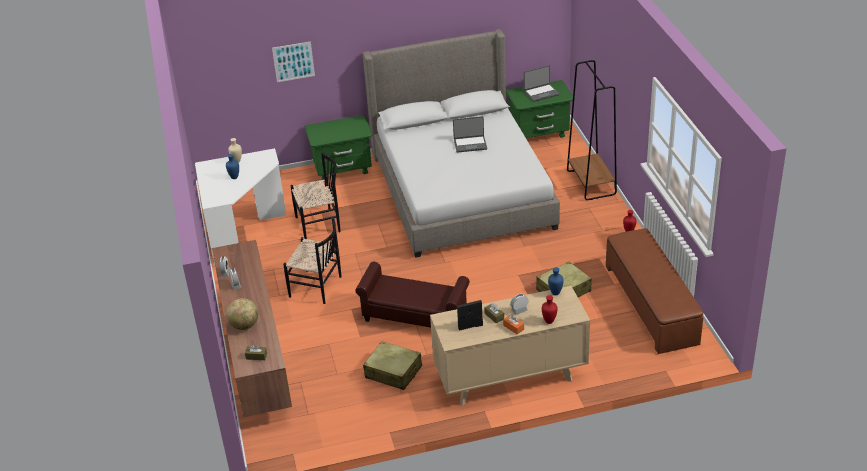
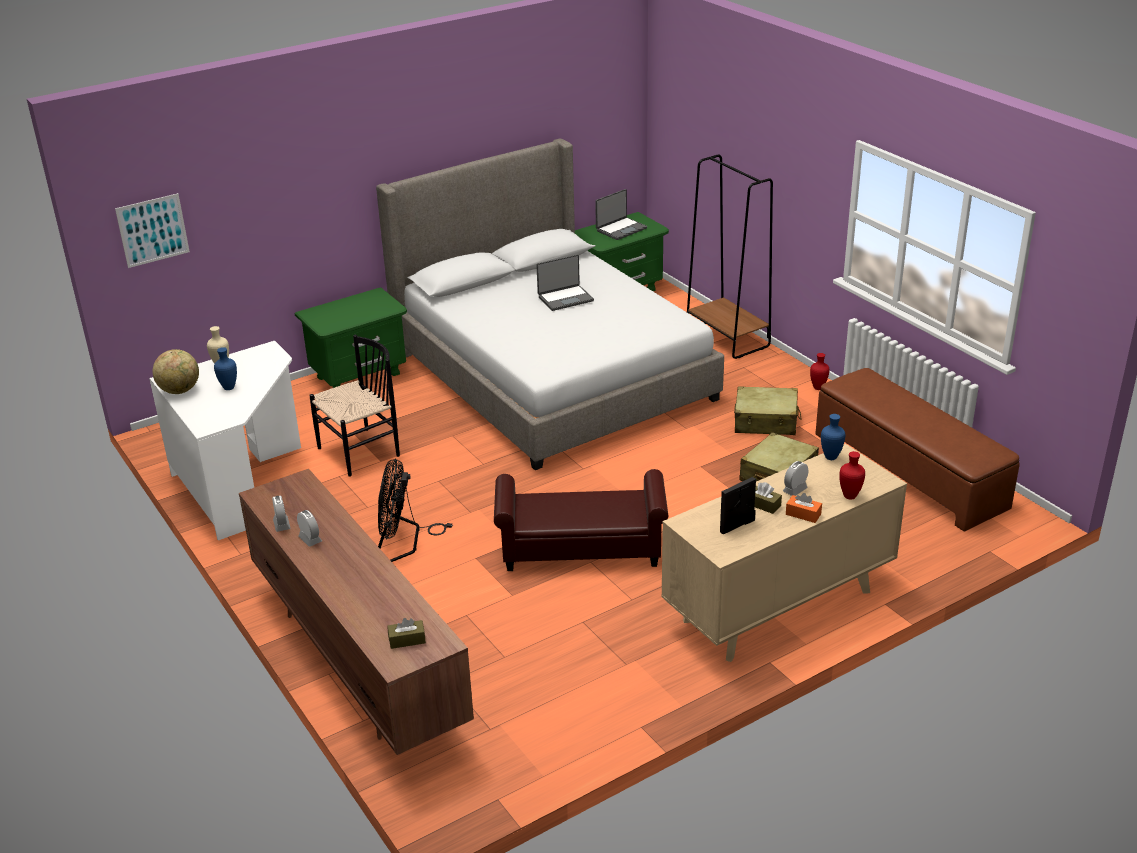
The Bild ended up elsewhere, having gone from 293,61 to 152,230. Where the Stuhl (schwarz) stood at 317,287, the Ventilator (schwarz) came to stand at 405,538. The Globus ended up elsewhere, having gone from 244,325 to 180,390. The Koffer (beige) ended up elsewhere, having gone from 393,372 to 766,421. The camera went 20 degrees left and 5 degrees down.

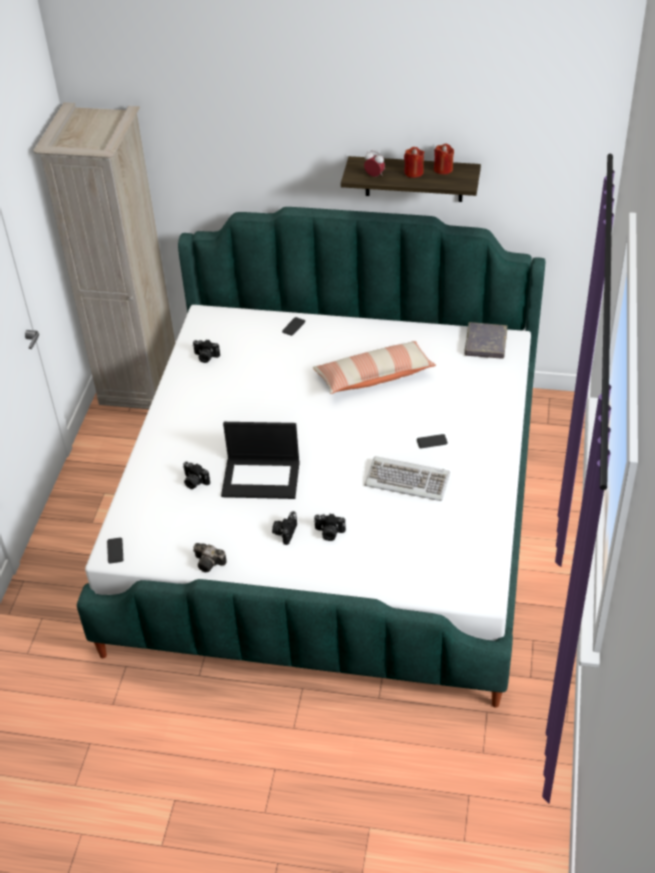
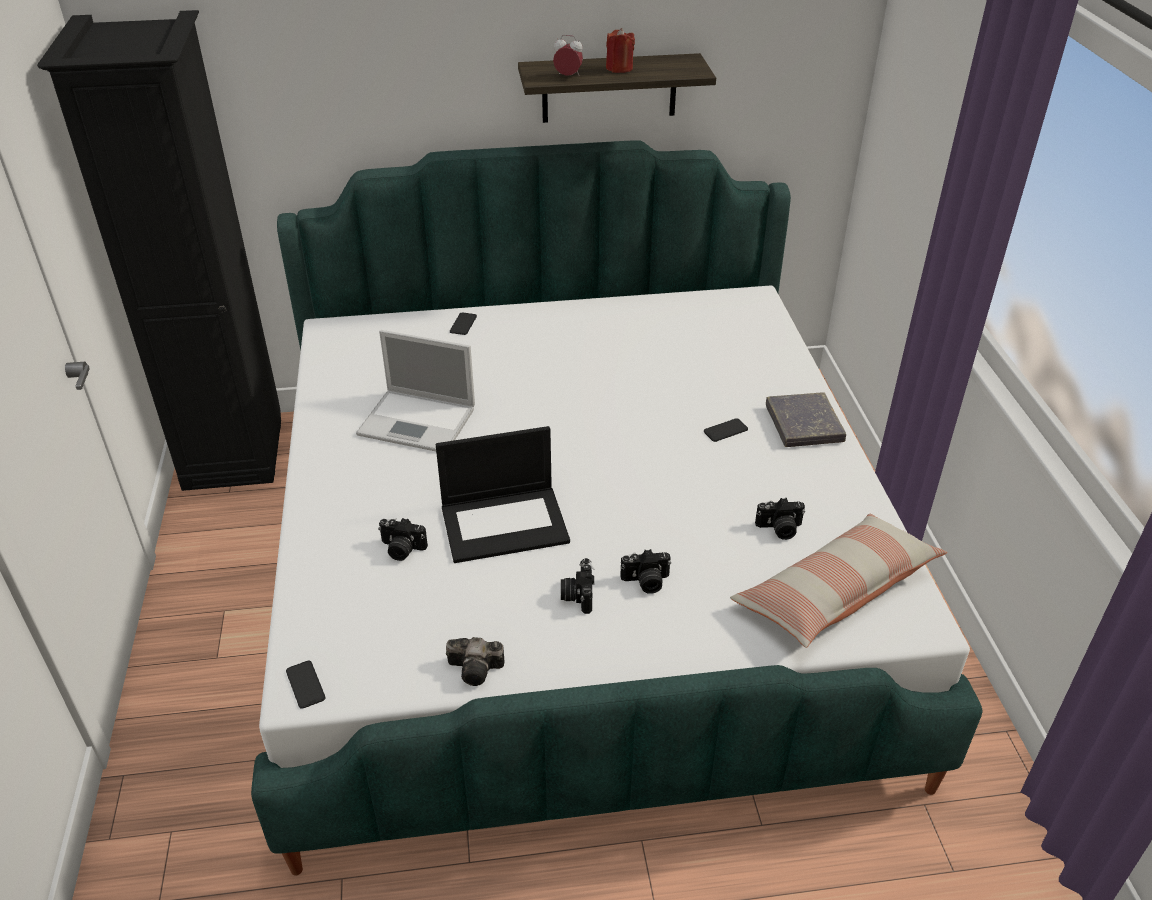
What was the Schrank (beige) at 139,383 turned into the Schrank (schwarz) at 235,452. The second view lost the Kerze (rot) at 443,169. The Buch (grau) ended up elsewhere, having gone from 485,343 to 803,424. The Kamera ended up elsewhere, having gone from 205,357 to 779,529. The Kissen ended up elsewhere, having gone from 374,376 to 836,592. The second view lost the Tastatur at 407,480. The second view gained the Laptop at 419,421. The camera went 20 degrees left and 5 degrees down.

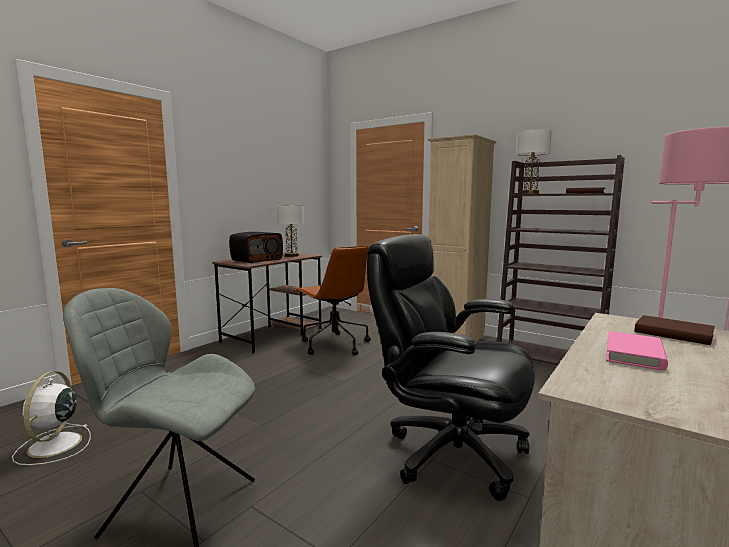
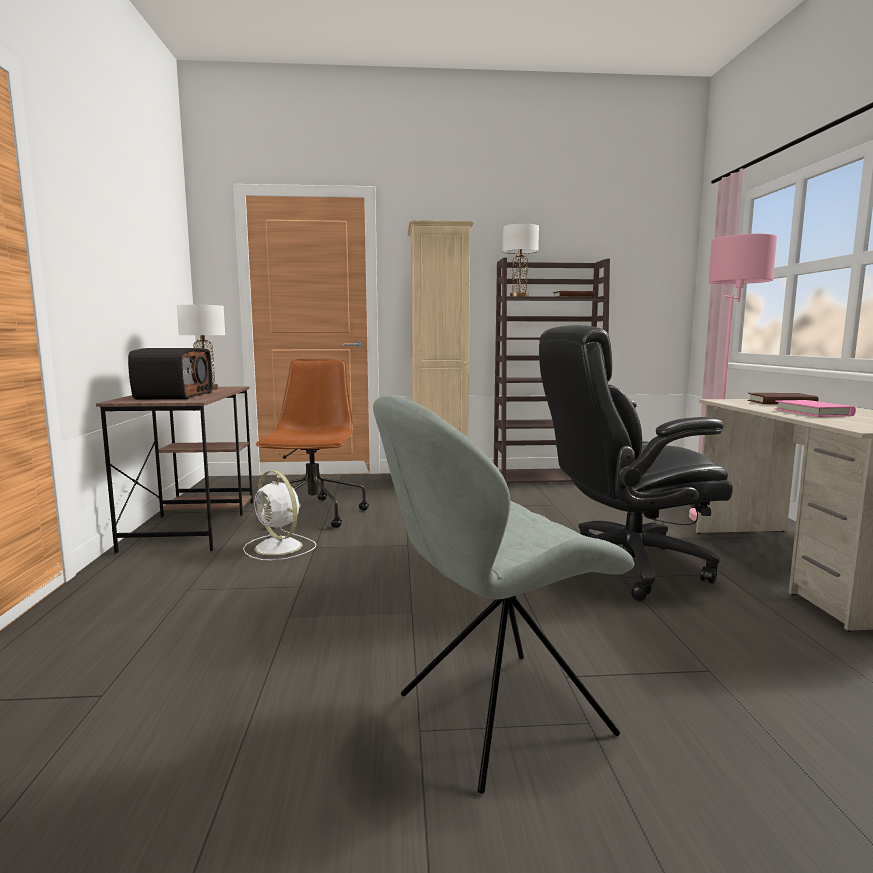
The Bürostuhl (braun) at 334,345 ended up facing another way, 105 degrees counterclockwise from before. The Ventilator (weiß) ended up elsewhere, having gone from 54,446 to 279,548. The camera went 40 degrees left and 0 degrees up.

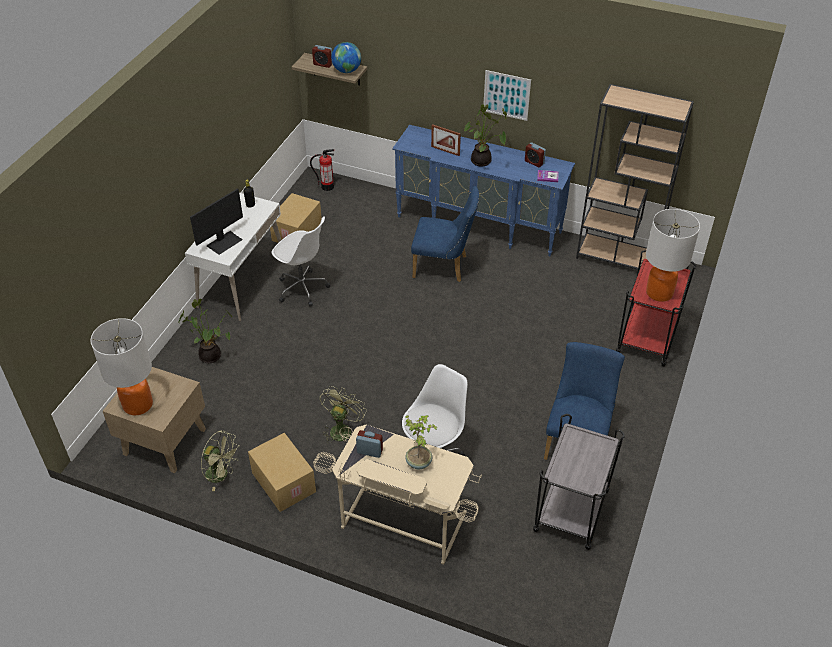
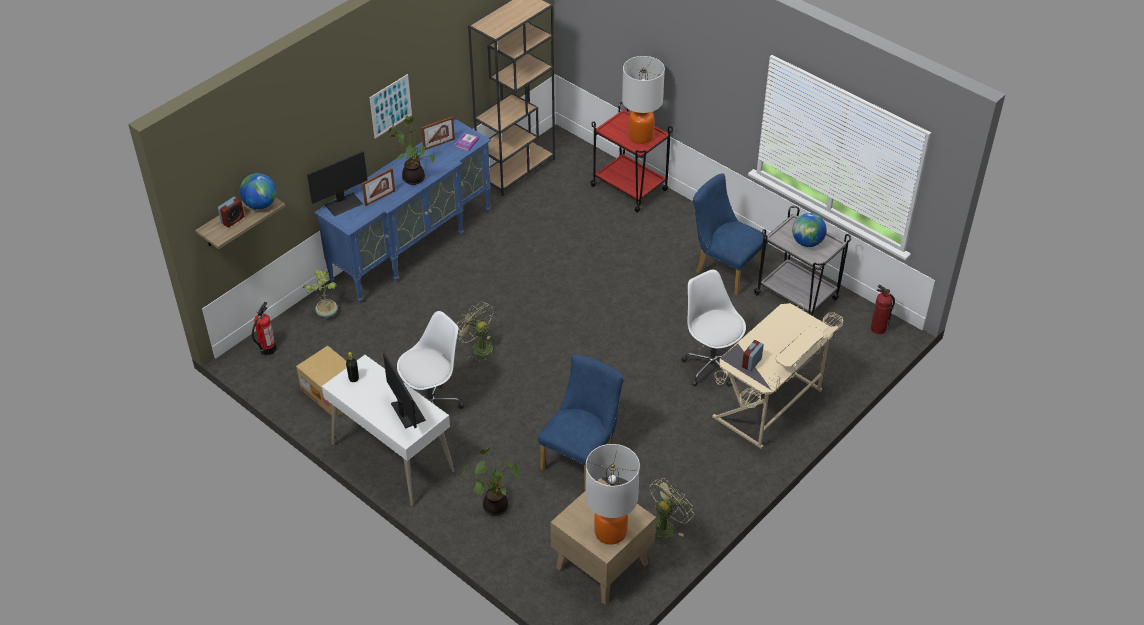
Where the Wecker stood at 534,162, the Bilderrahmen came to stand at 439,144. The Stuhl (blau) ended up elsewhere, having gone from 444,267 to 581,456. The Ventilator (grün) ended up elsewhere, having gone from 342,428 to 478,347. The Topfpflanze ended up elsewhere, having gone from 419,462 to 327,313. The second view lost the Karton at 282,482. The second view gained the Monitor at 343,204. The second view gained the Globus at 807,242. The second view gained the Feuerlöscher at 878,328. The camera went 70 degrees left and 0 degrees up.

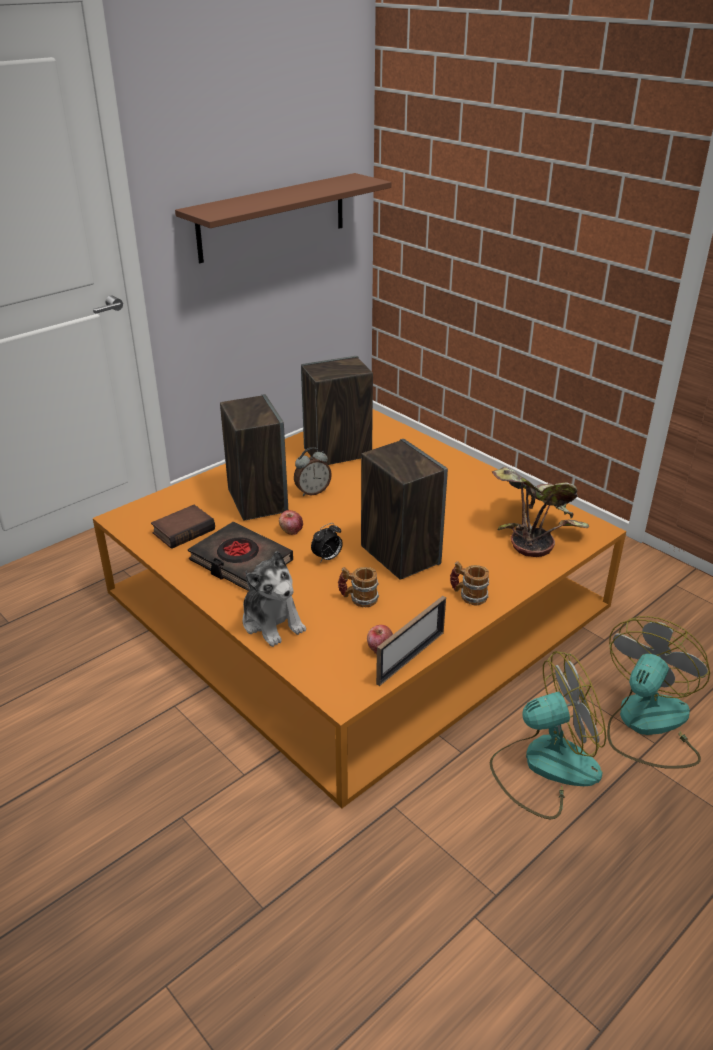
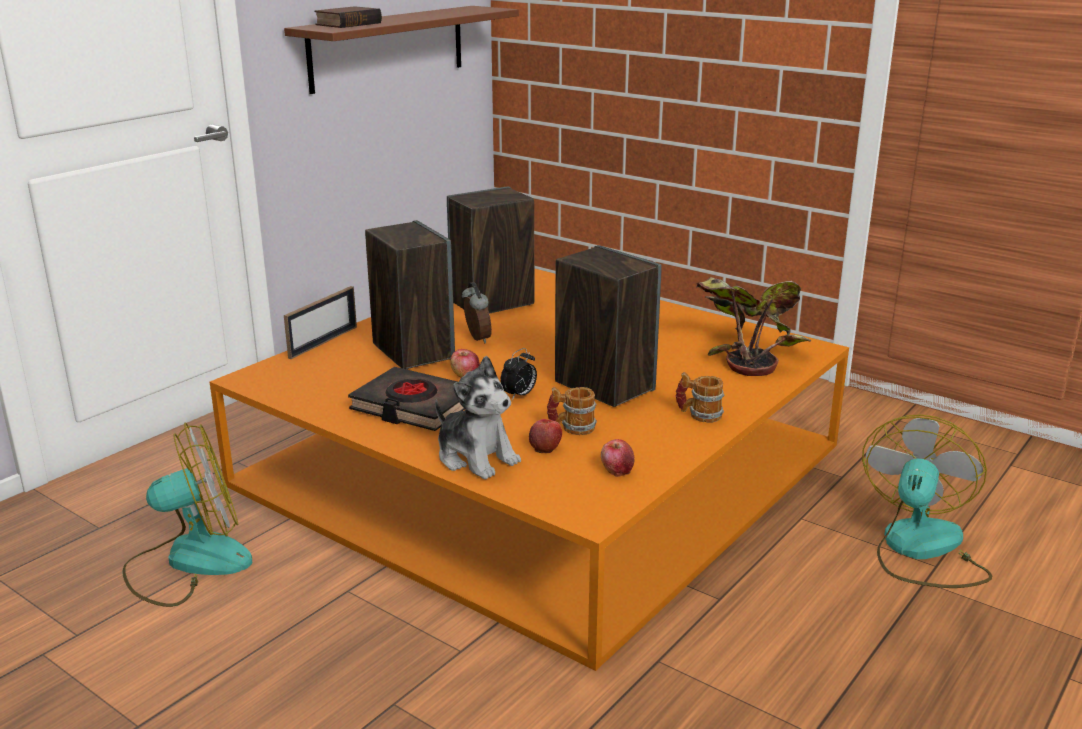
The Wecker at 312,491 ended up facing another way, 75 degrees counterclockwise from before. The Buch ended up elsewhere, having gone from 183,530 to 348,24. The Bilderrahmen ended up elsewhere, having gone from 411,657 to 323,342. The Ventilator ended up elsewhere, having gone from 544,766 to 188,562. The second view gained the Apfel at 545,447. The camera went 10 degrees left and 10 degrees down.

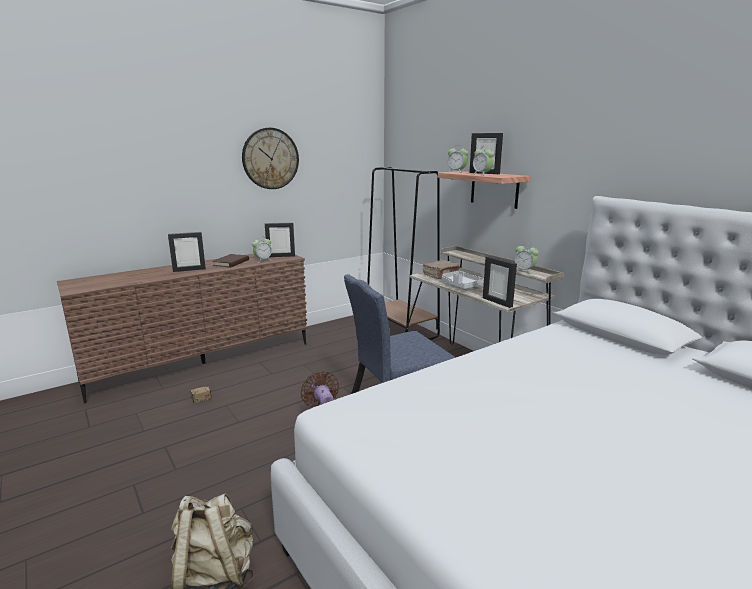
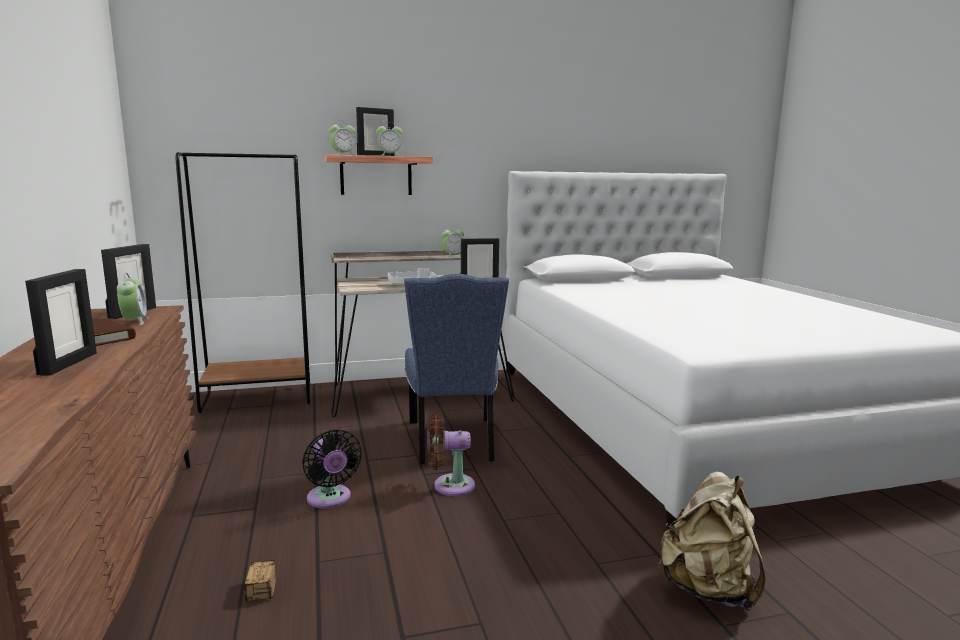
The second view lost the Wanduhr at 270,158. The second view lost the Buch (braun) at 441,275. The second view gained the Ventilator (schwarz) at 330,499. The camera went 70 degrees left and 5 degrees down.

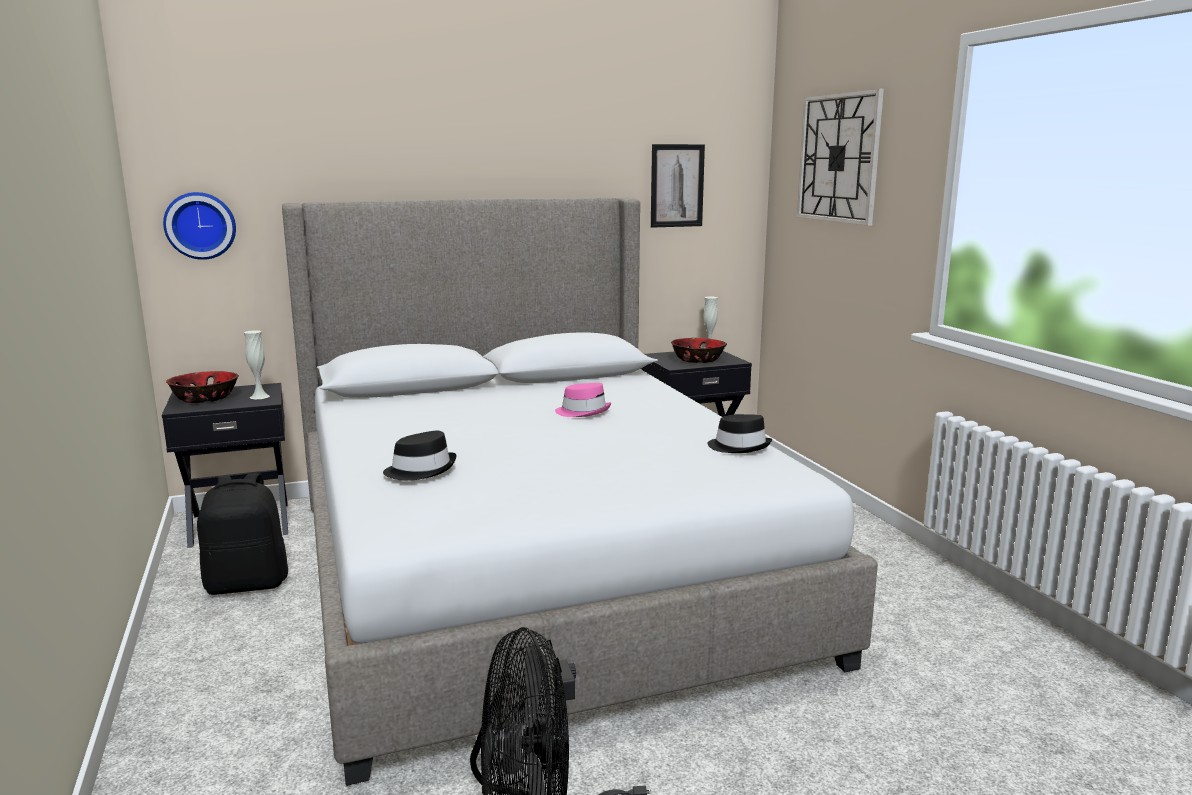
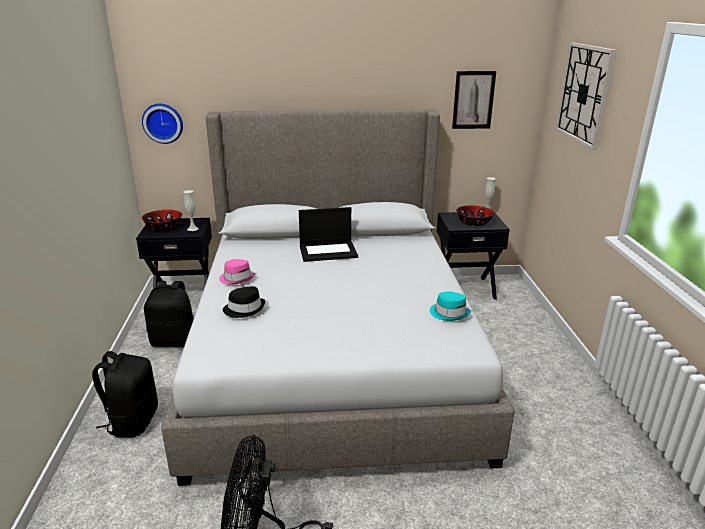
The Hut (rosa) ended up elsewhere, having gone from 583,412 to 237,278. What was the Hut (schwarz) at 739,446 turned into the Hut (türkis) at 449,313. The second view gained the Laptop at 328,251. The second view gained the Rucksack (schwarz) at 132,421. The camera went 15 degrees right and 10 degrees up.

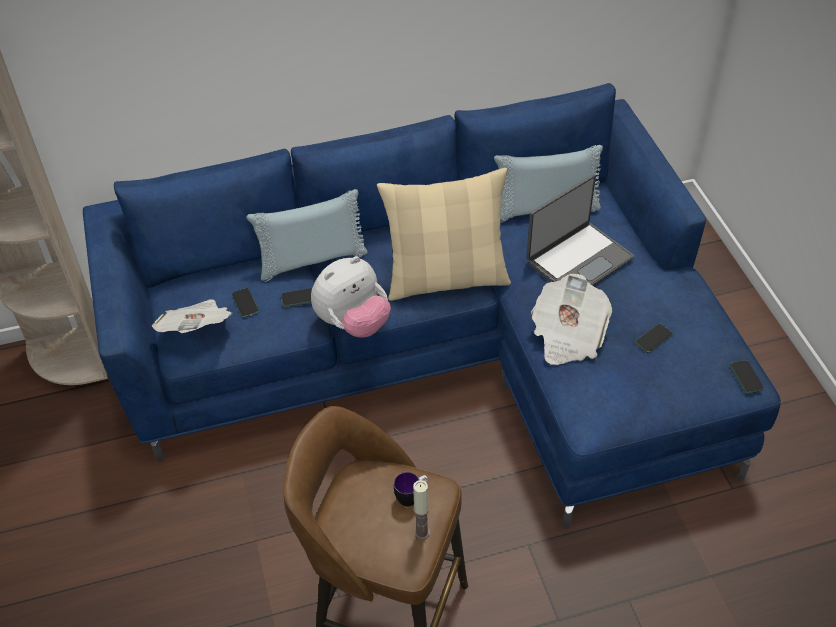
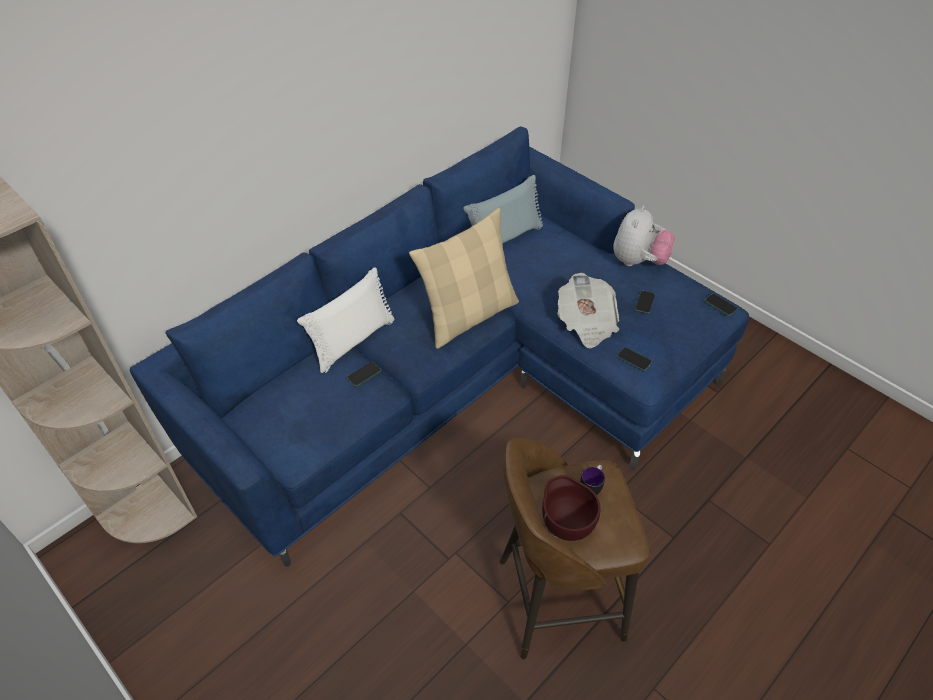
The second view lost the Laptop at 578,260. What was the Kissen (blau) at 312,260 turned into the Kissen (weiß) at 352,341. The Plüschtier ended up elsewhere, having gone from 353,323 to 638,261. The Handy ended up elsewhere, having gone from 245,303 to 634,359. The second view lost the Zeitung at 197,330. The second view lost the Kerze at 422,533. The second view gained the Schüssel (braun) at 566,523. The camera went 30 degrees left and 0 degrees up.

